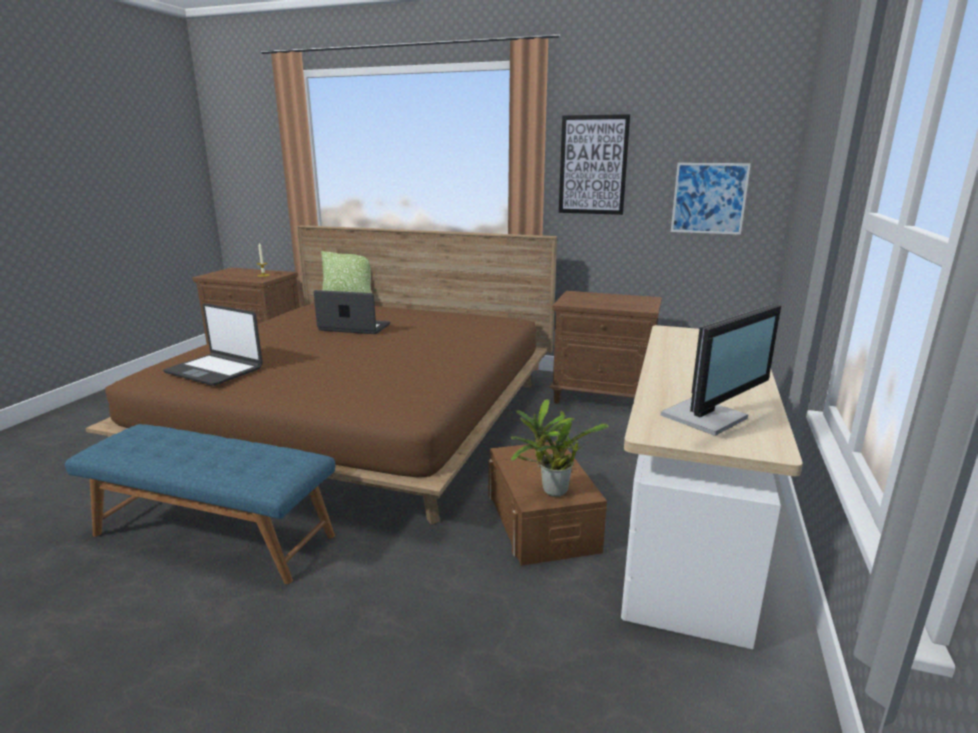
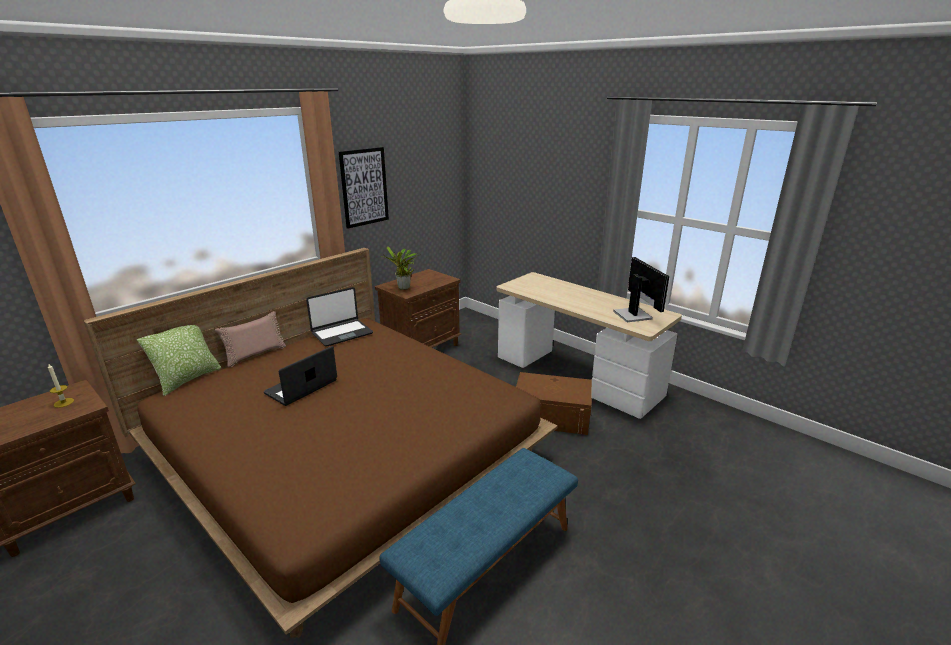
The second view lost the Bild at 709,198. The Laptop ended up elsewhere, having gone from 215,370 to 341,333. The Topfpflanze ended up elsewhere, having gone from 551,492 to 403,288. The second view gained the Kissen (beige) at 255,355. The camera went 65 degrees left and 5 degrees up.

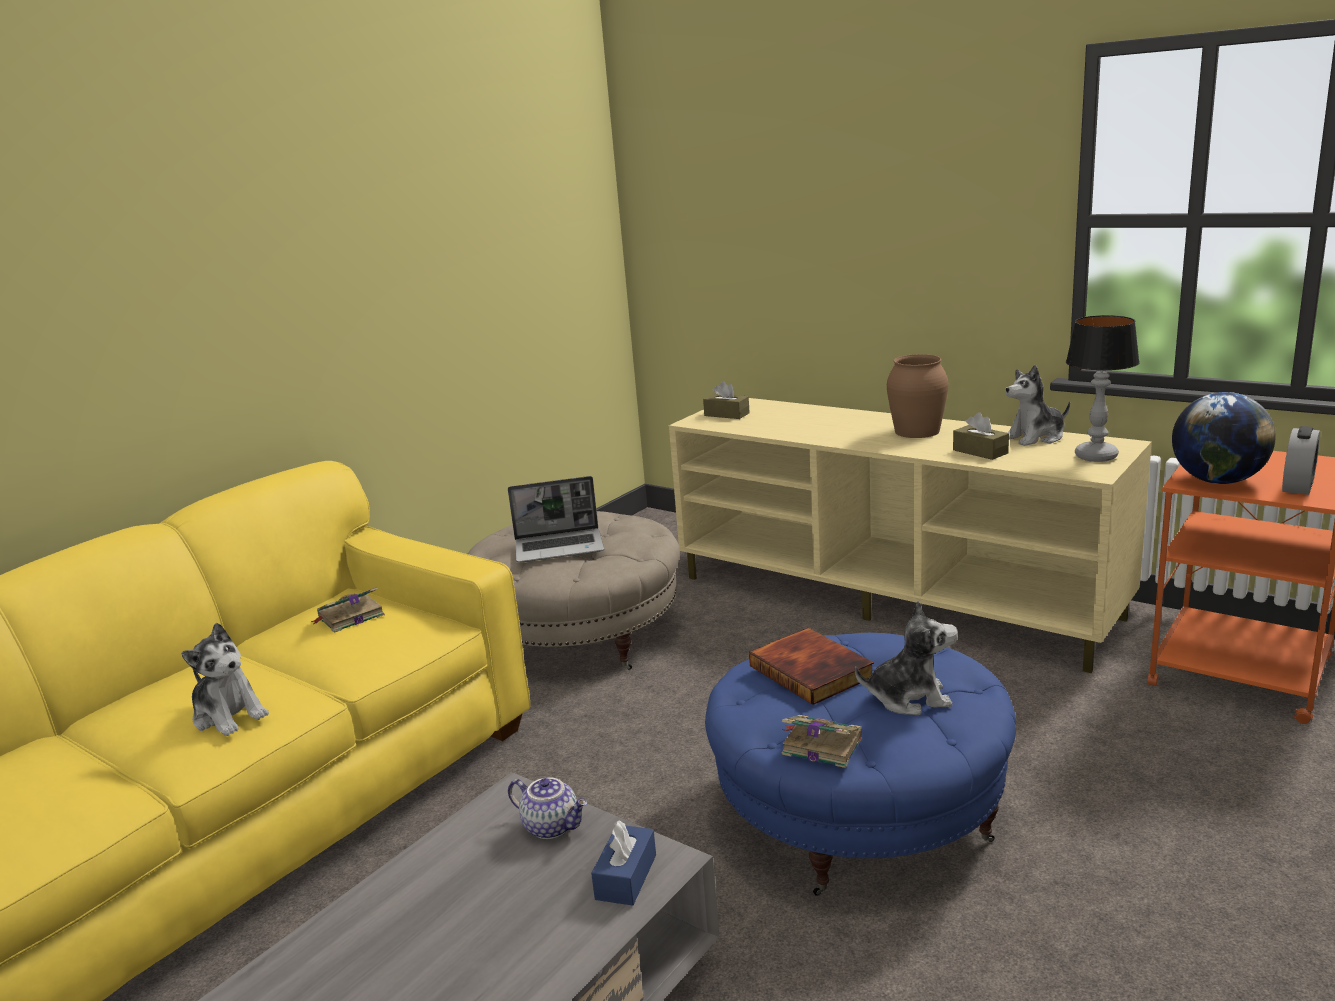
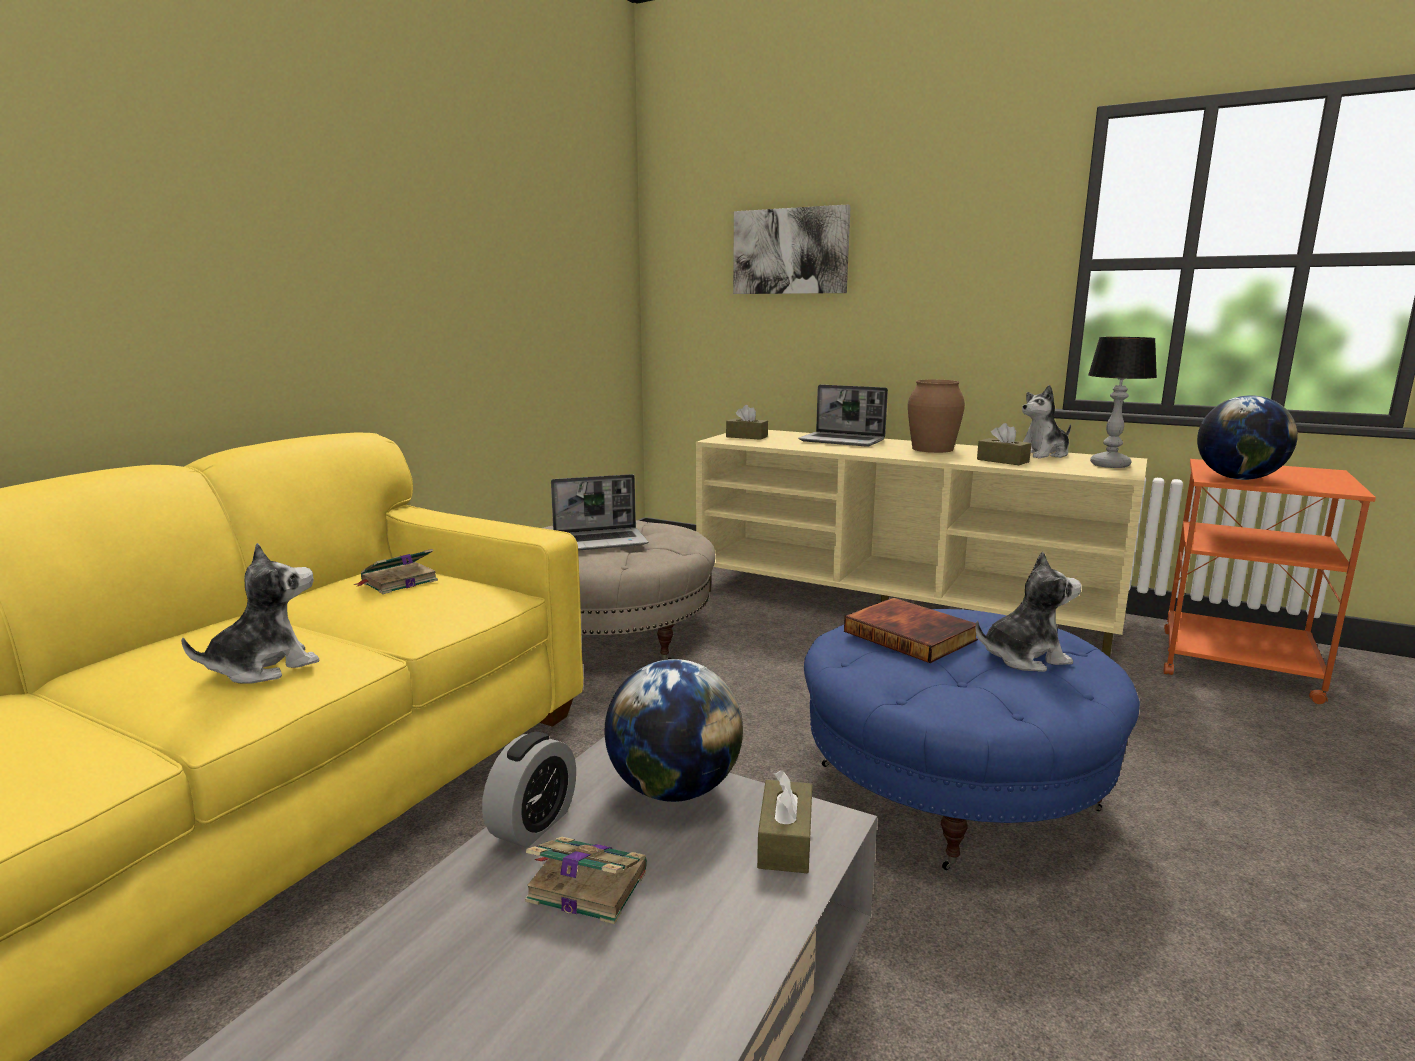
The Wecker ended up elsewhere, having gone from 1297,486 to 533,824. The Plüschtier at 229,715 ended up facing another way, 75 degrees counterclockwise from before. The Buch ended up elsewhere, having gone from 820,745 to 585,885. Where the Teekanne stood at 552,826, the Globus came to stand at 674,789. What was the Taschentuchbox (blau) at 626,877 turned into the Taschentuchbox (braun) at 785,841. The second view gained the Bild at 790,251. The second view gained the Laptop at 843,441. The camera went 10 degrees left and 5 degrees down.

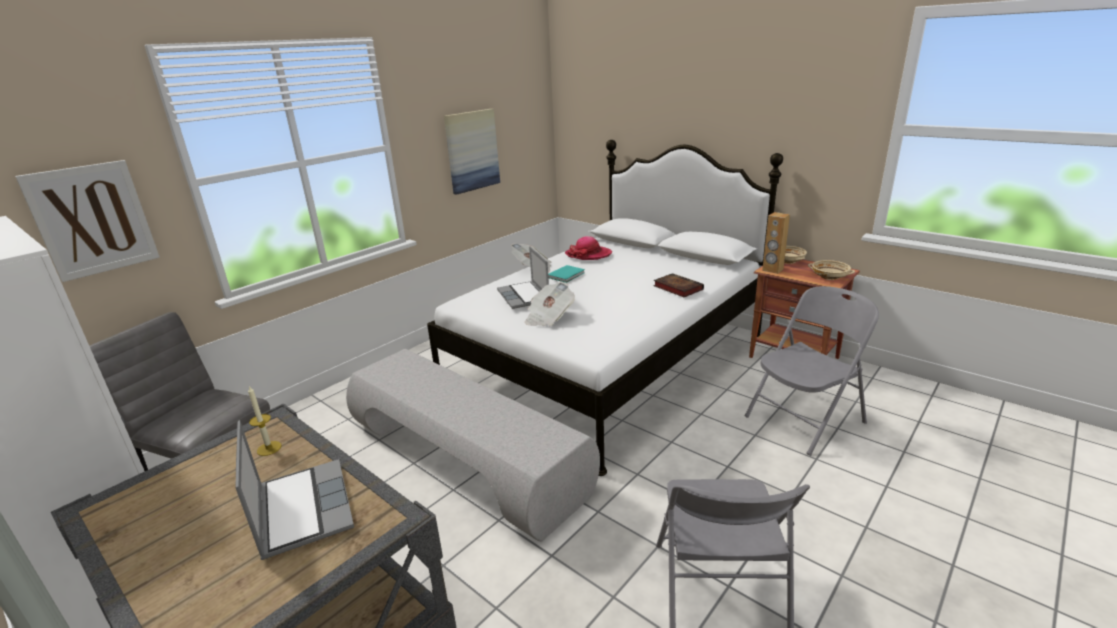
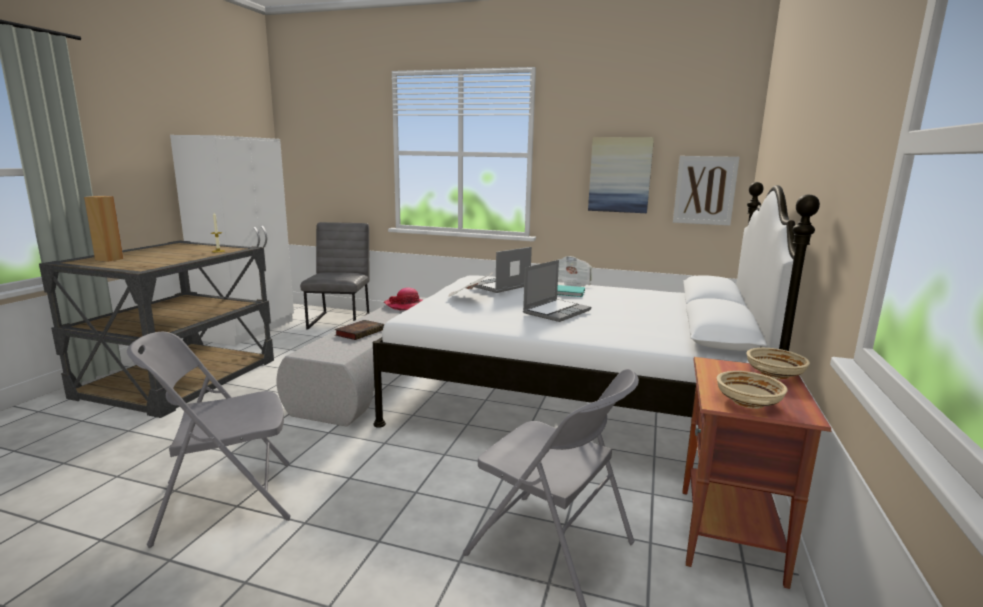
The Bild ended up elsewhere, having gone from 93,220 to 704,190. The Lautsprecher (braun) ended up elsewhere, having gone from 772,270 to 109,259. The Hut ended up elsewhere, having gone from 588,254 to 407,306. The Buch ended up elsewhere, having gone from 676,288 to 360,332. The Laptop ended up elsewhere, having gone from 302,508 to 556,311. The camera went 65 degrees right and 10 degrees down.

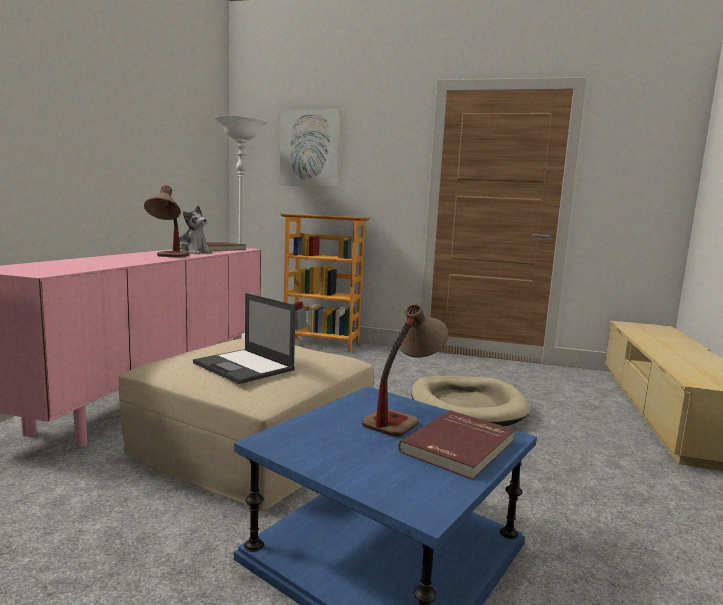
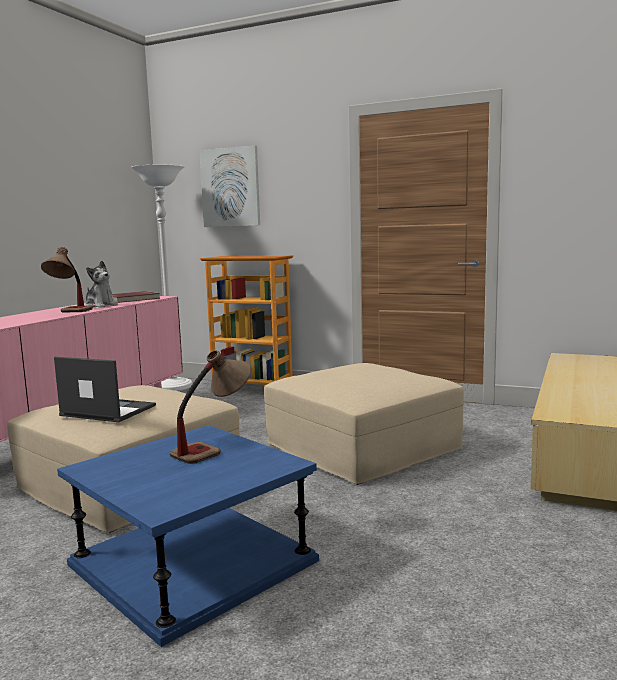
The Laptop at 244,366 ended up facing another way, 150 degrees clockwise from before. Where the Hundebett (beige) stood at 467,405, the Polsterhocker (beige) came to stand at 361,447. The second view lost the Buch (rot) at 460,447. The camera went 10 degrees right and 0 degrees up.

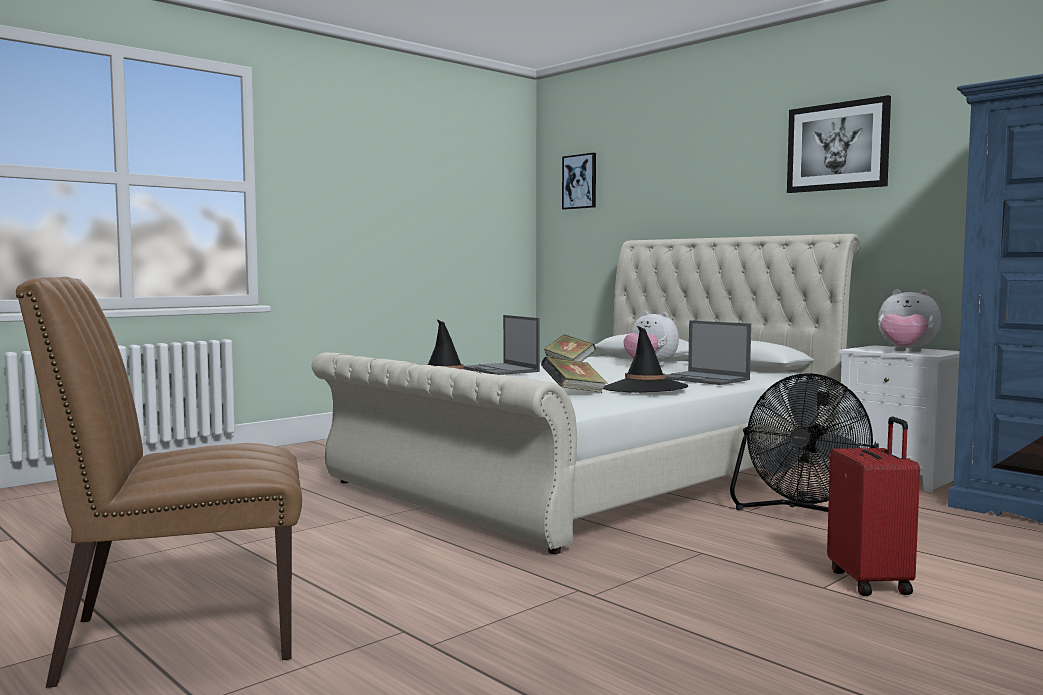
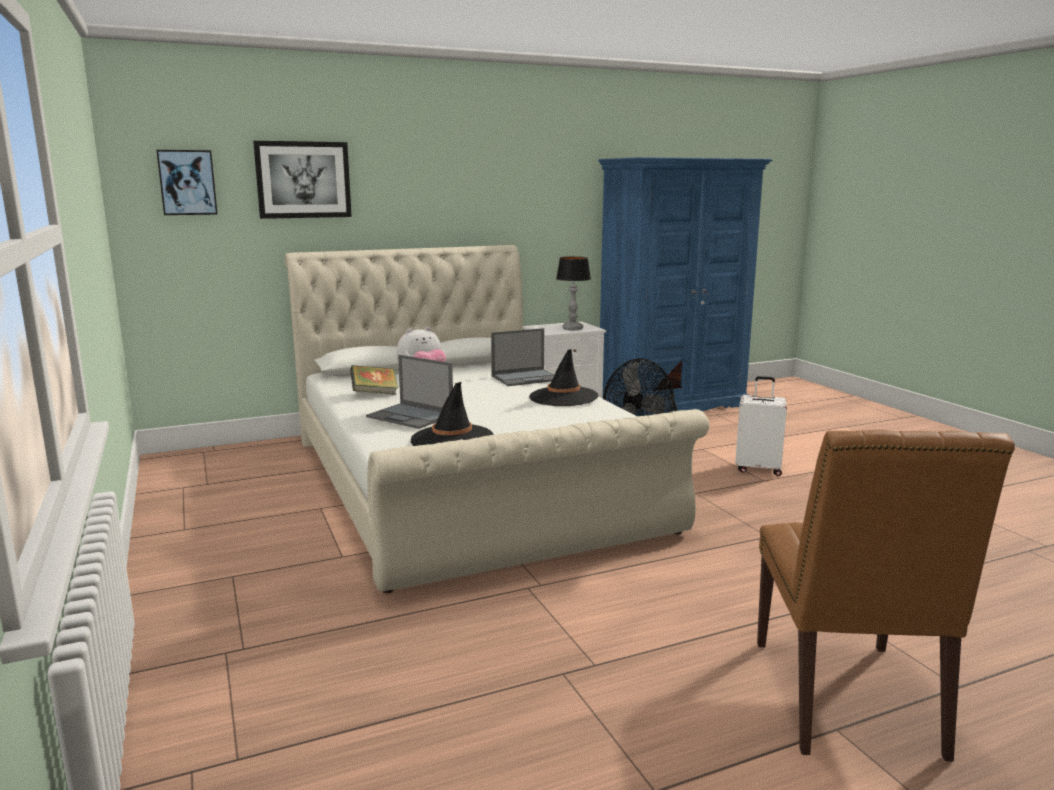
The Bild ended up elsewhere, having gone from 837,146 to 303,180. Where the Plüschtier stood at 906,351, the Tischlampe came to stand at 572,328. The Laptop at 501,370 ended up facing another way, 45 degrees clockwise from before. The second view lost the Buch at 574,393. What was the Koffer (rot) at 871,582 turned into the Koffer (weiß) at 758,469. The camera went 70 degrees left and 10 degrees up.

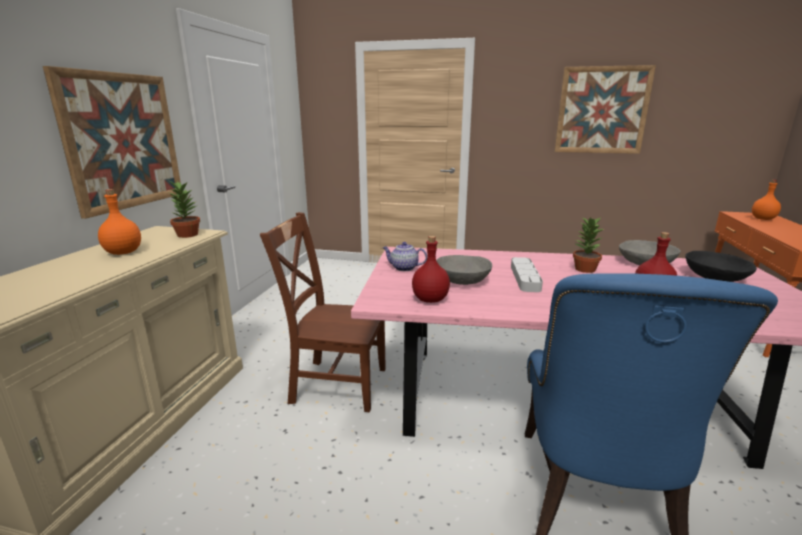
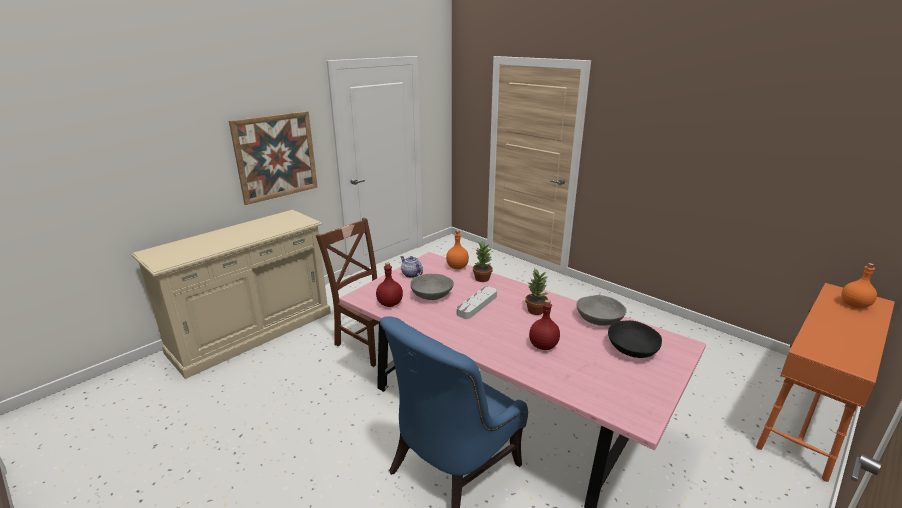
The second view lost the Bild at 602,110. The Topfpflanze ended up elsewhere, having gone from 187,235 to 482,278. The Flasche (orange) ended up elsewhere, having gone from 124,252 to 457,267. The camera went 30 degrees right and 5 degrees up.

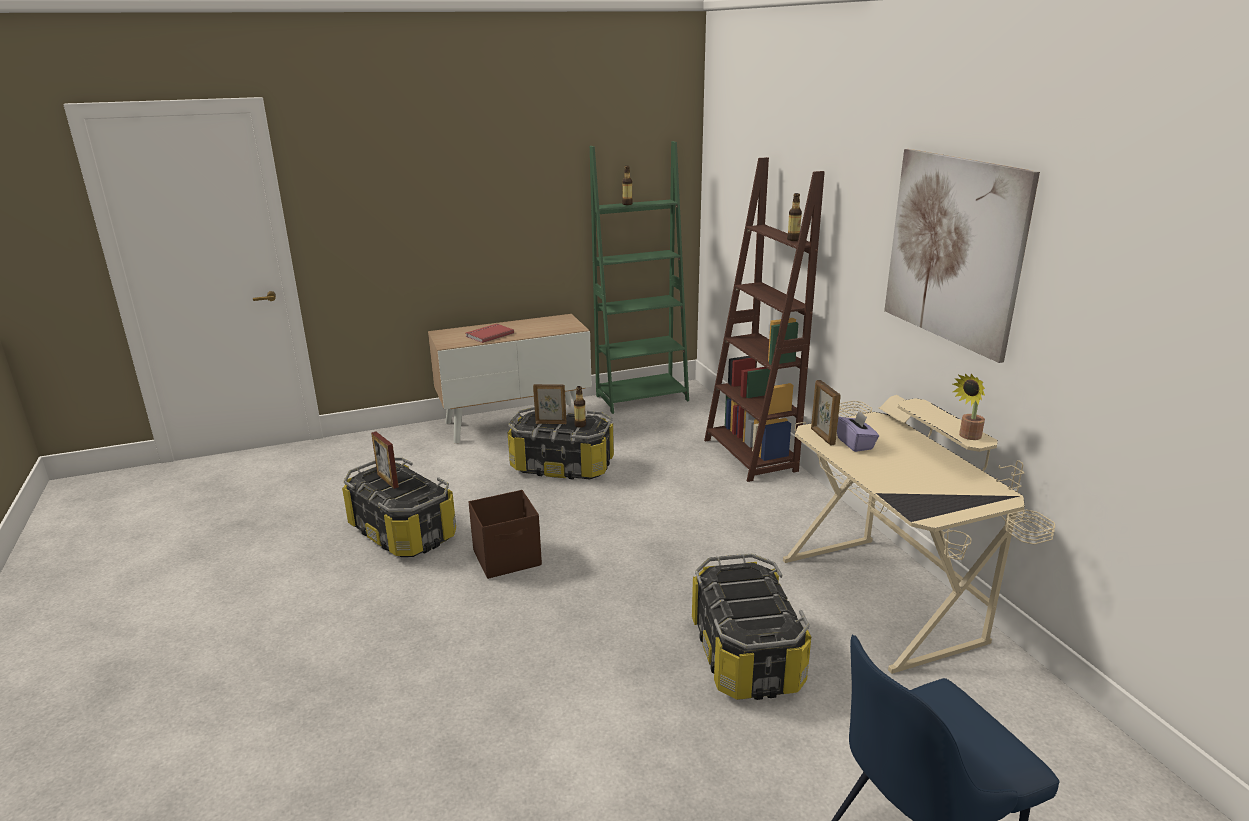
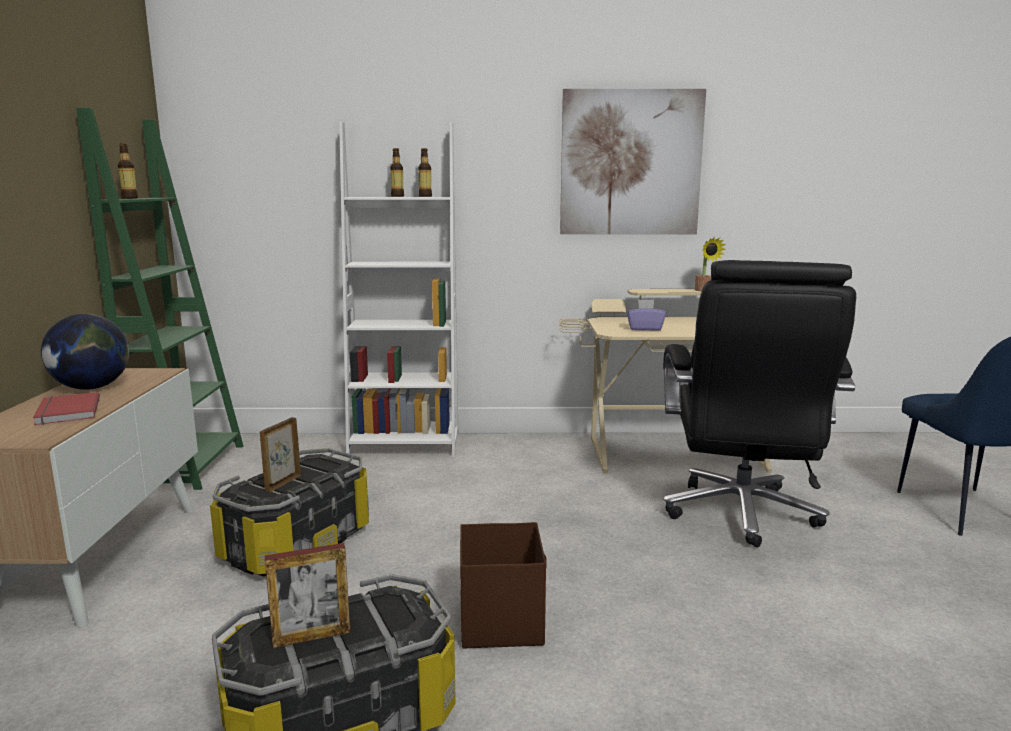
What was the Bücherregal (braun) at 750,455 turned into the Bücherregal (weiß) at 404,446. The second view lost the Bilderrahmen at 822,437. The Flasche ended up elsewhere, having gone from 580,425 to 397,196. Where the Aufbewahrungsbox stood at 744,655, the Bürostuhl (schwarz) came to stand at 742,517. The second view gained the Globus at 91,388. The camera went 70 degrees left and 10 degrees down.

